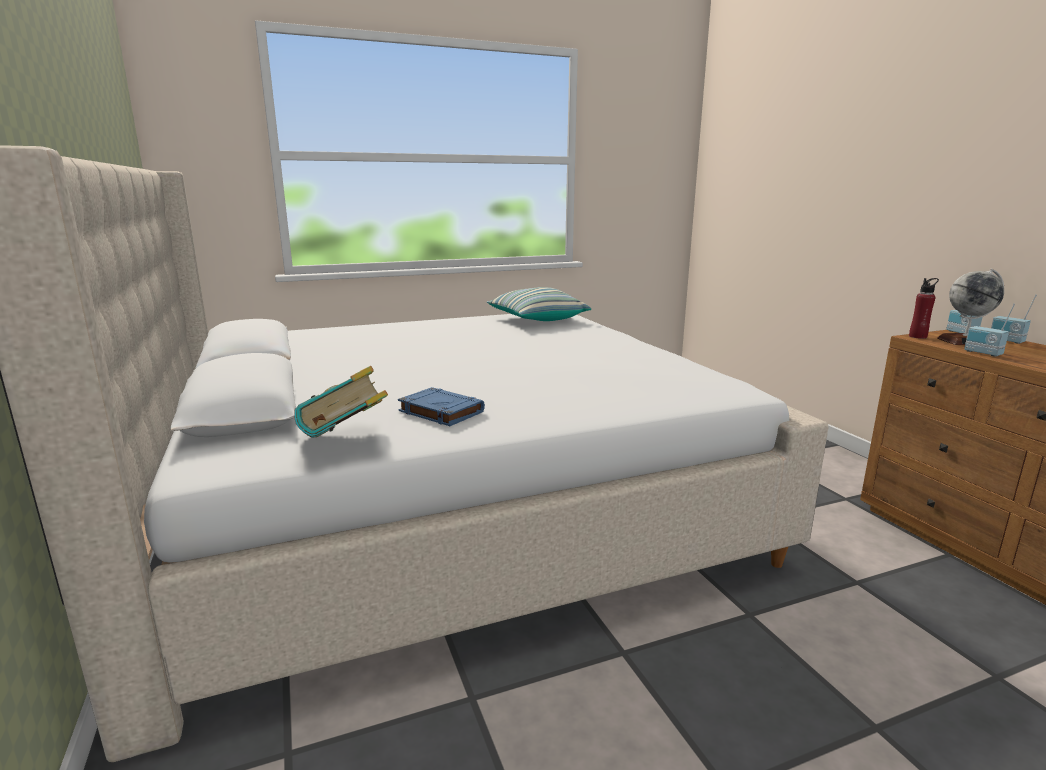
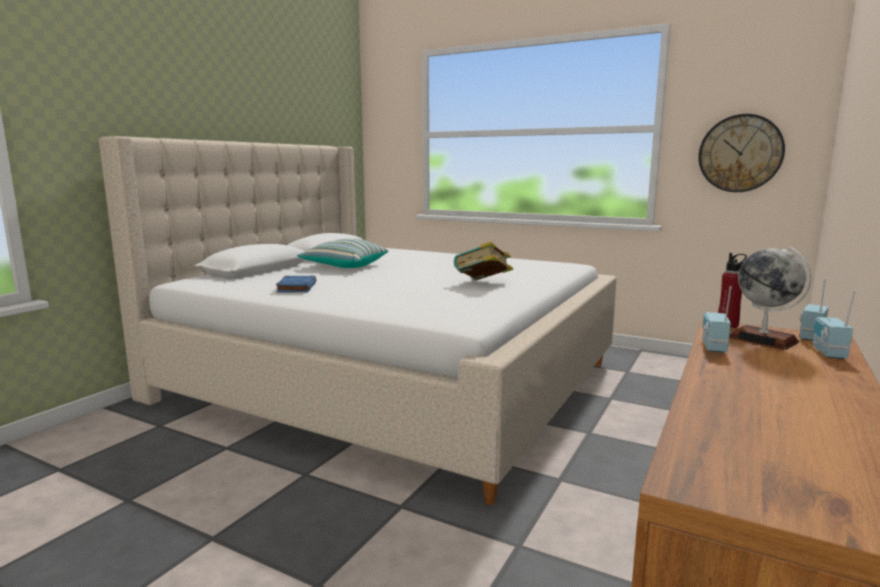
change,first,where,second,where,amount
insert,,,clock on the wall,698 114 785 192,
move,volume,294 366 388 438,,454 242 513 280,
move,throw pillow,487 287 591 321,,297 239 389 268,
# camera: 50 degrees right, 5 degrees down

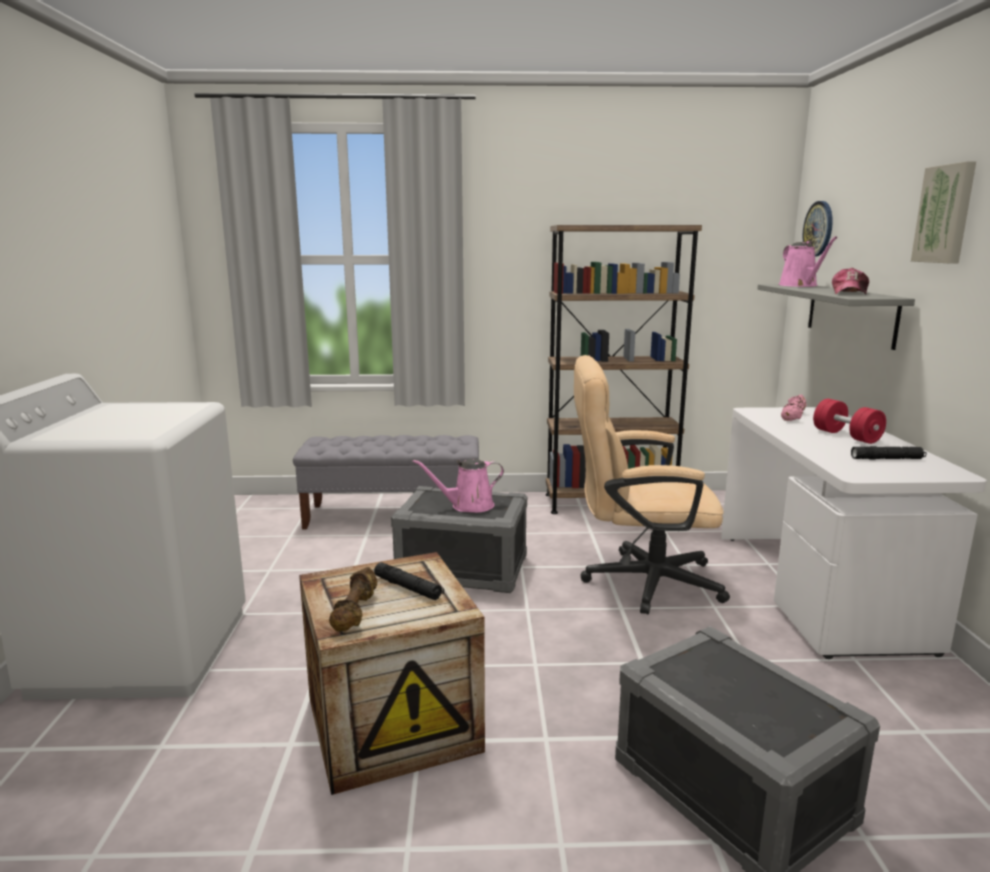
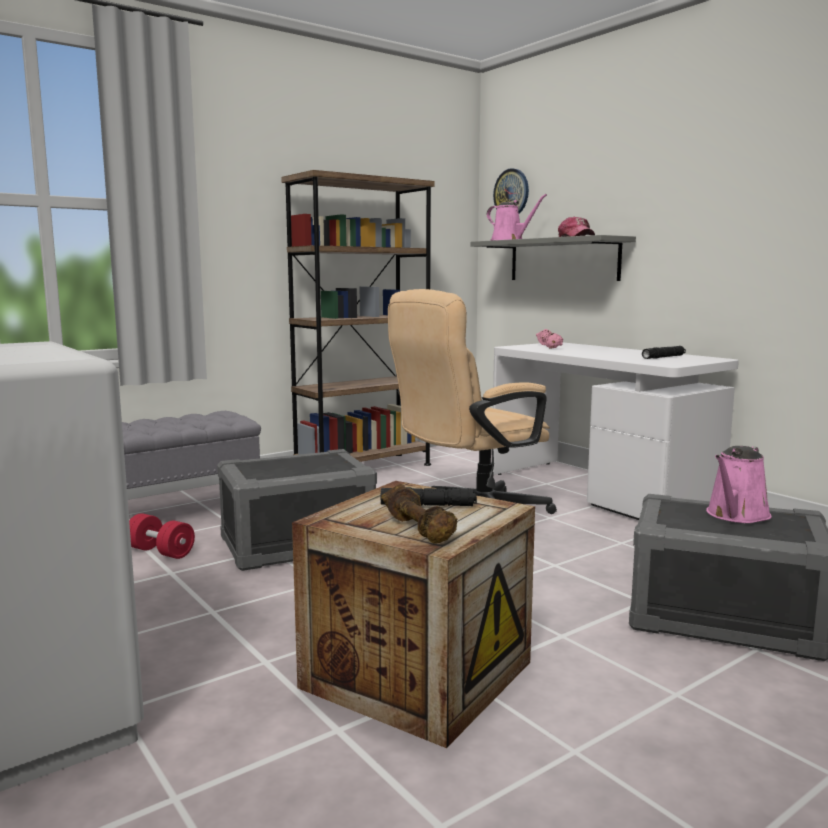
change,first,where,second,where,amount
delete,wall art,911 161 976 263,,,
move,watering can in pink,413 459 504 513,,706 446 772 523,
move,hand weight in reddish,813 399 886 444,,129 513 195 559,
# camera: 35 degrees left, 5 degrees down

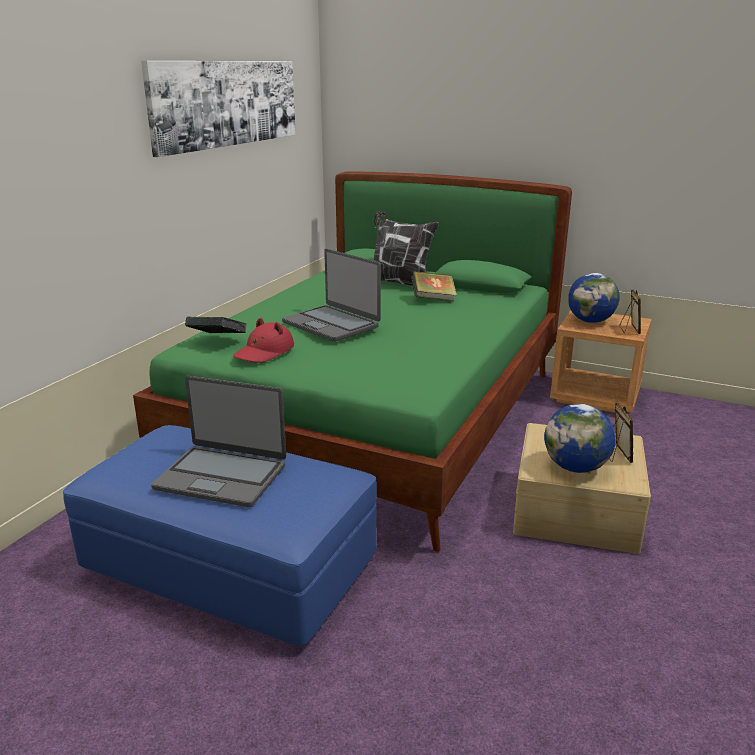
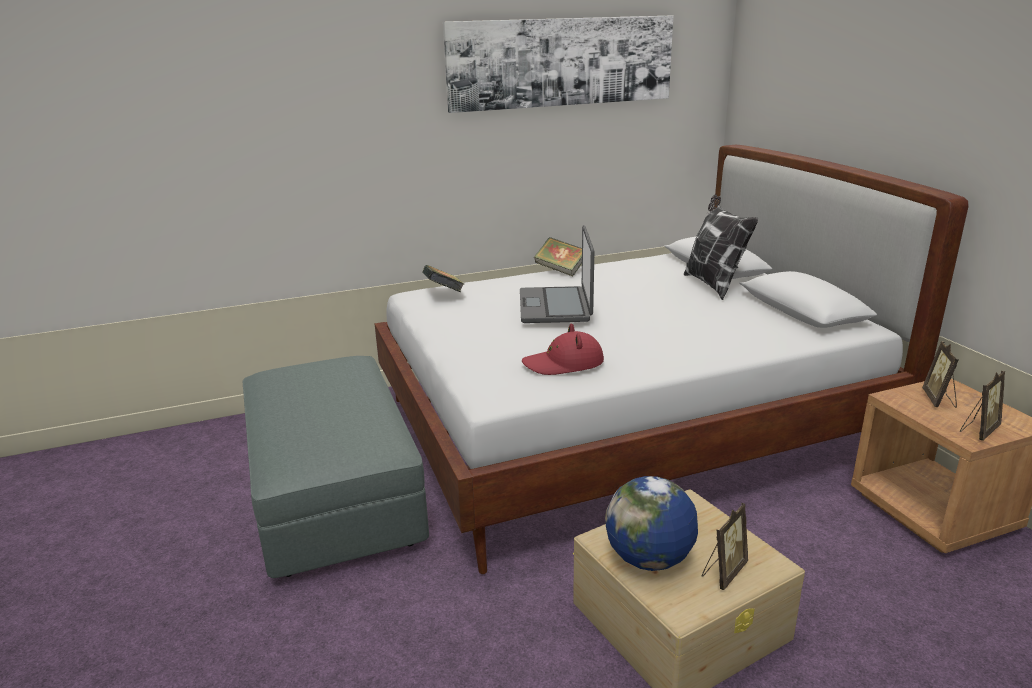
change,first,where,second,where,amount
delete,laptop,151 376 286 507,,,
move,clothing hat in reddish,233 318 294 363,,522 324 604 375,
move,volume,411 271 457 301,,534 237 582 276,
replace,globe,568 273 620 323,picture frame,922 341 958 408,
recolor,footrest in blue-coloured,63 425 377 646,footrest in grey,243 356 429 578,
recolor,bedroom bed in green,133 171 572 552,bedroom bed in whitish,374 145 969 574,
# camera: 45 degrees right, 0 degrees up

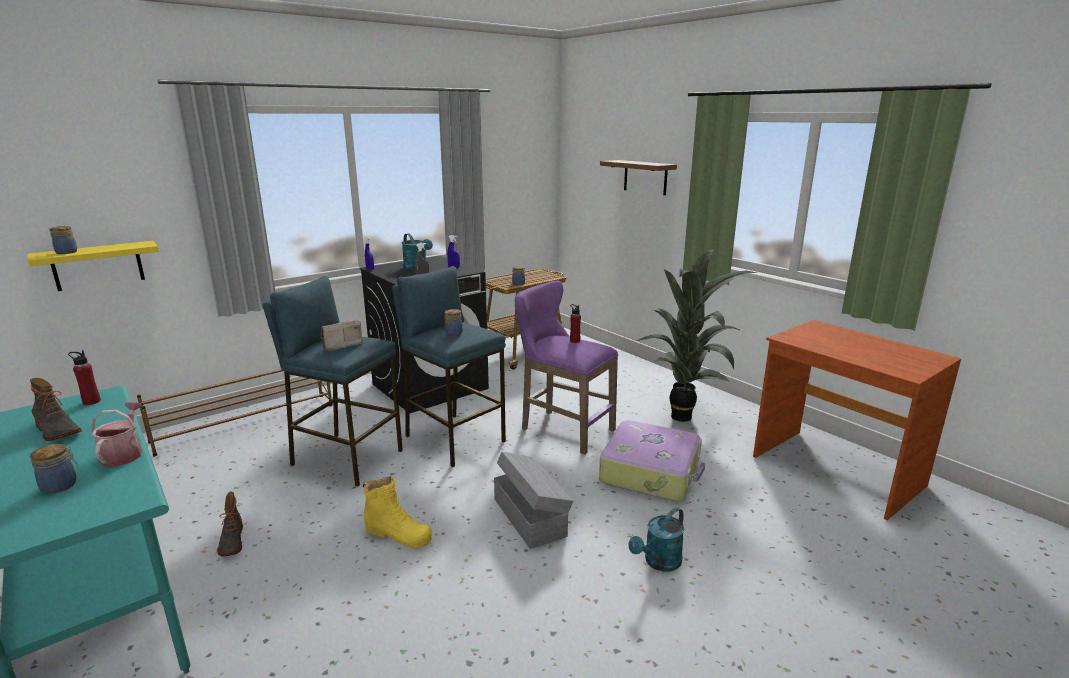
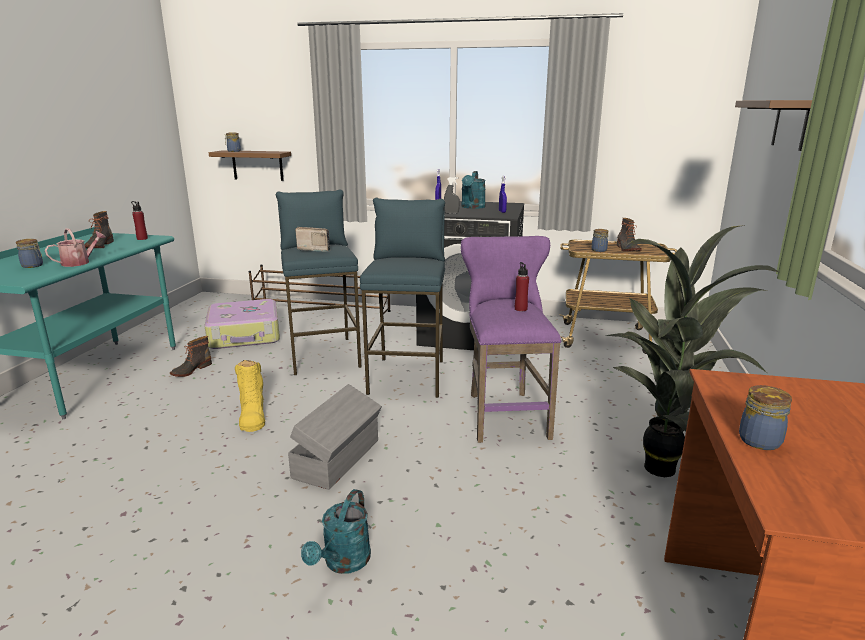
change,first,where,second,where,amount
insert,,,tall boot,617 218 642 251,
move,preserve jar,445 309 463 336,,739 385 792 450,
move,suitcase,599 420 705 501,,204 299 280 349,
recolor,shelf in yellowish,27 241 159 291,shelf in brownish,209 150 291 181,
rotate,watering can in turquoise,629 507 684 571,,301 489 371 574,75 degrees counterclockwise
# camera: 50 degrees right, 0 degrees up

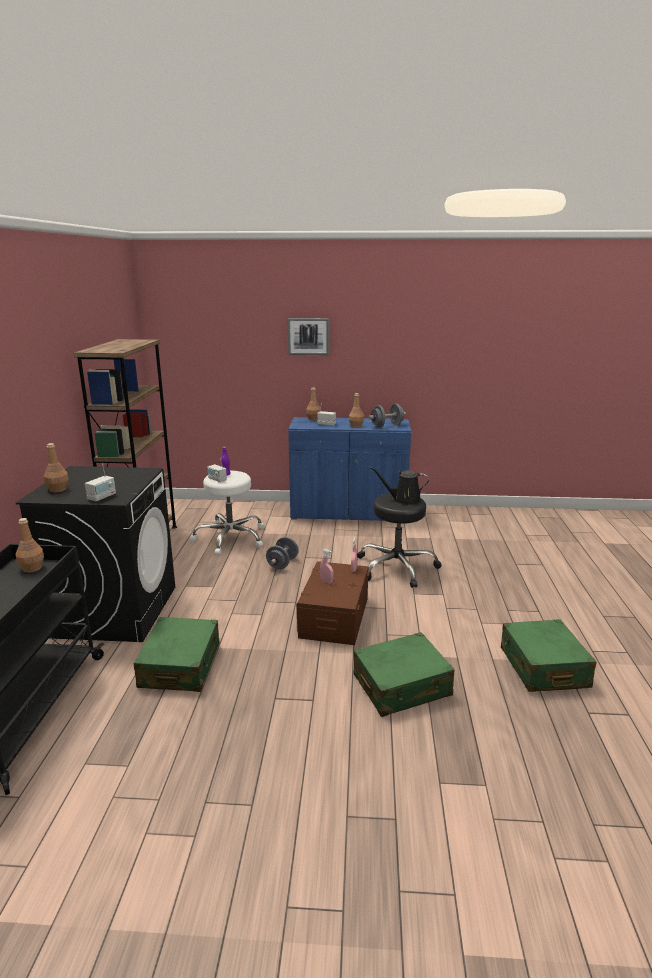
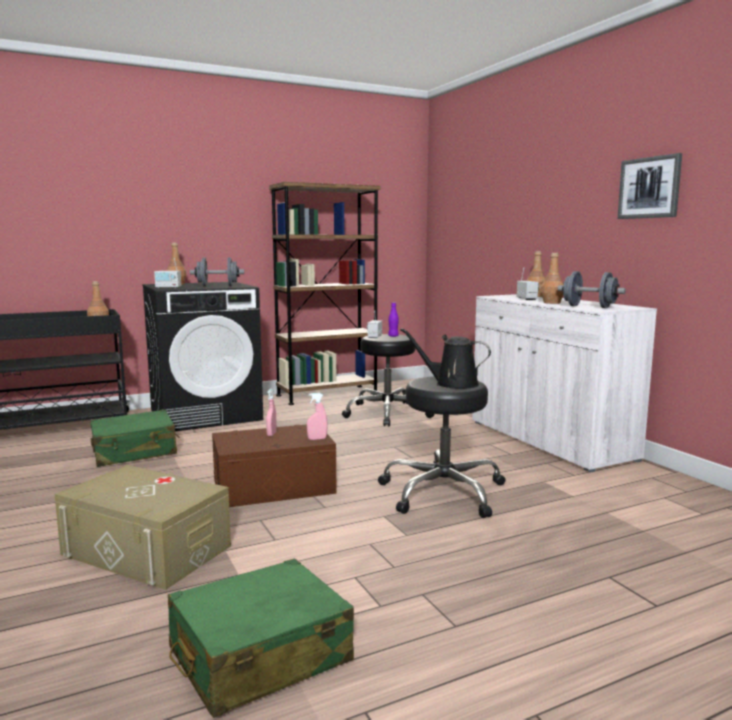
change,first,where,second,where,amount
move,hand weight in grey,266 537 299 569,,190 257 244 286,
move,wall art,287 318 329 355,,617 153 682 219,
replace,suitcase in green,354 632 455 717,storage bin in sand-coloured,54 465 231 590,
recolor,sitting stool in whitish,190 471 265 555,sitting stool in black,342 334 434 426,
recolor,cabinet in blue-coloured,288 417 411 521,cabinet in whitish,472 294 657 472,
rotate,watering can in black,370 467 429 505,,400 328 491 389,45 degrees counterclockwise
# camera: 60 degrees right, 10 degrees down

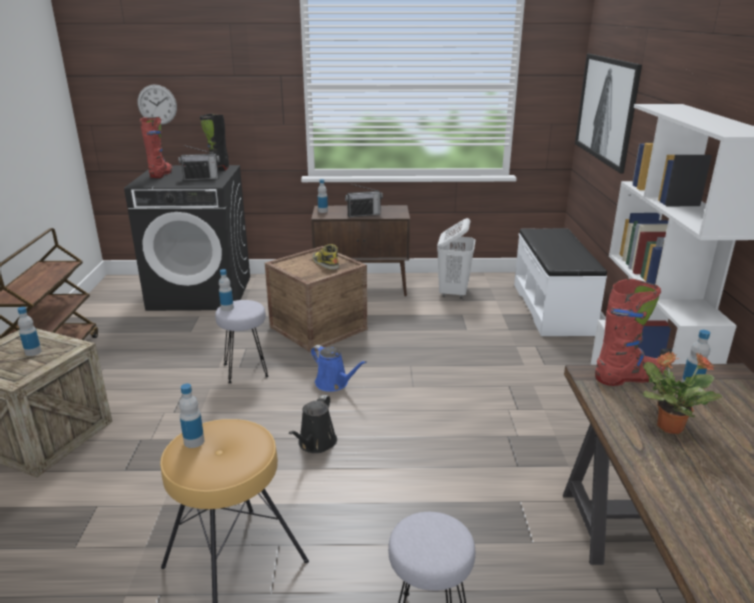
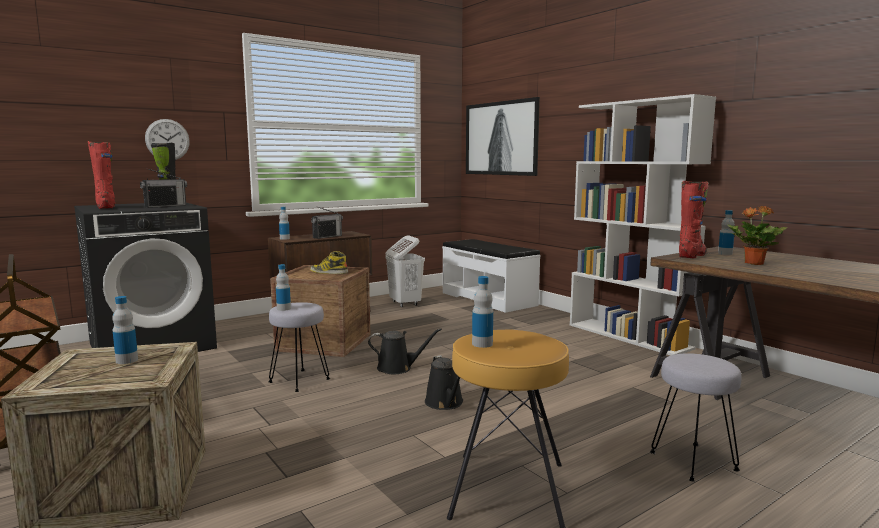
change,first,where,second,where,amount
move,clock on the wall,138 84 177 125,,145 119 190 160,
recolor,watering can in blue-coloured,311 345 367 392,watering can in black,368 328 442 374,
# camera: 35 degrees left, 15 degrees down

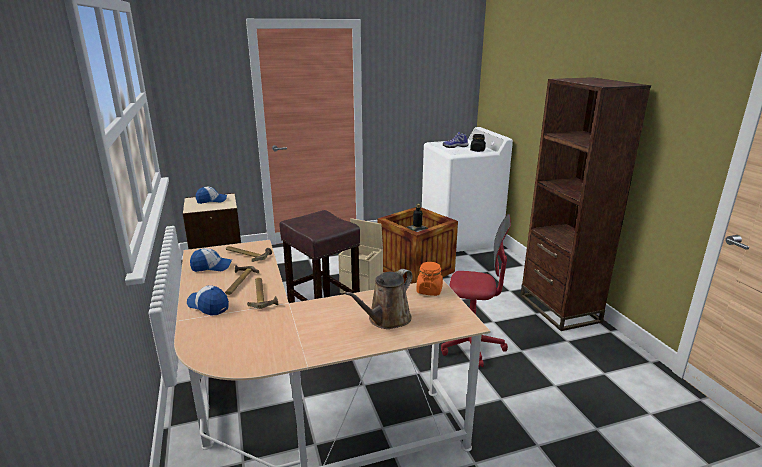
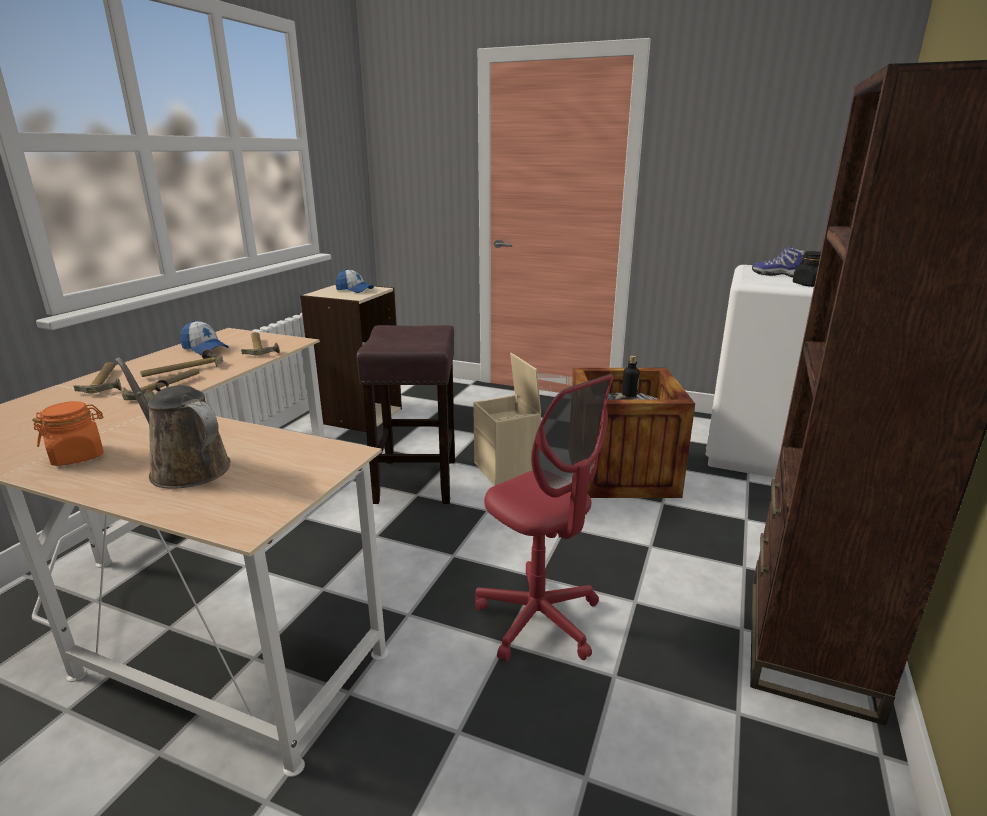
change,first,where,second,where,amount
move,preserve jar in orange-coloured,416 262 443 296,,32 401 104 466,
replace,baseball cap,187 285 229 315,tool hammer,74 362 122 393,
rotate,watering can in brownish,345 269 413 329,,115 357 230 489,45 degrees clockwise
# camera: 40 degrees right, 0 degrees up

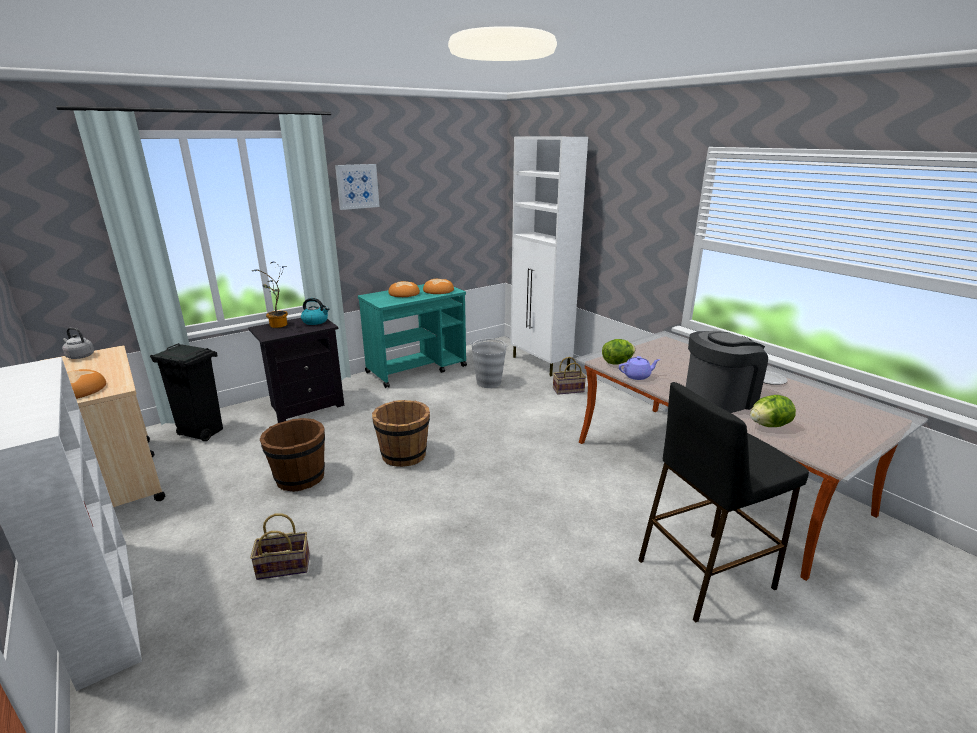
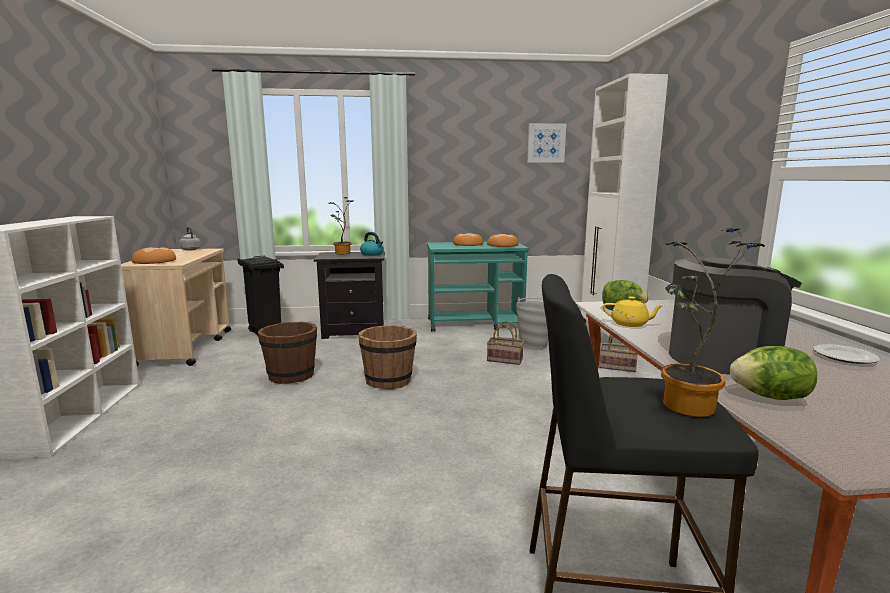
change,first,where,second,where,amount
insert,,,plant in a pot,661 228 765 417,
move,household basket,250 513 310 580,,487 321 524 365,
move,wall art,335 164 380 210,,527 123 566 163,
recolor,teapot in purple-coloured,619 356 660 380,teapot in yellowish,603 296 665 327,
# camera: 30 degrees right, 10 degrees down

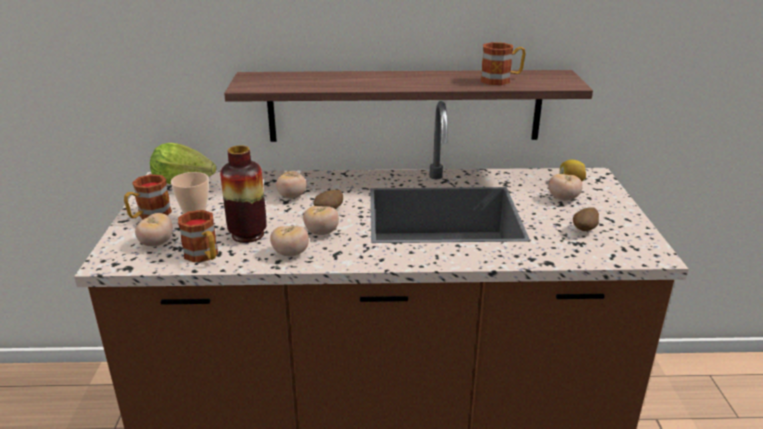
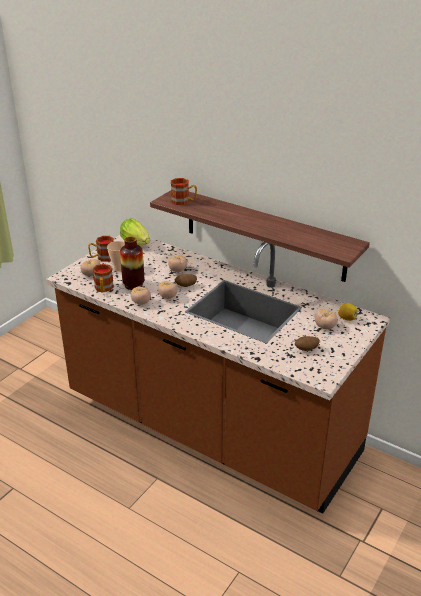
change,first,where,second,where,amount
move,tea mug,481 42 526 85,,171 178 197 205,
# camera: 35 degrees right, 5 degrees up

